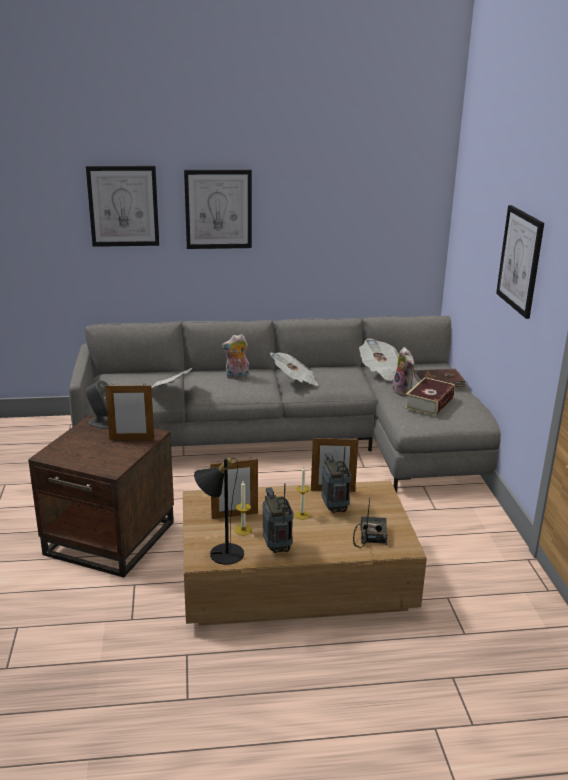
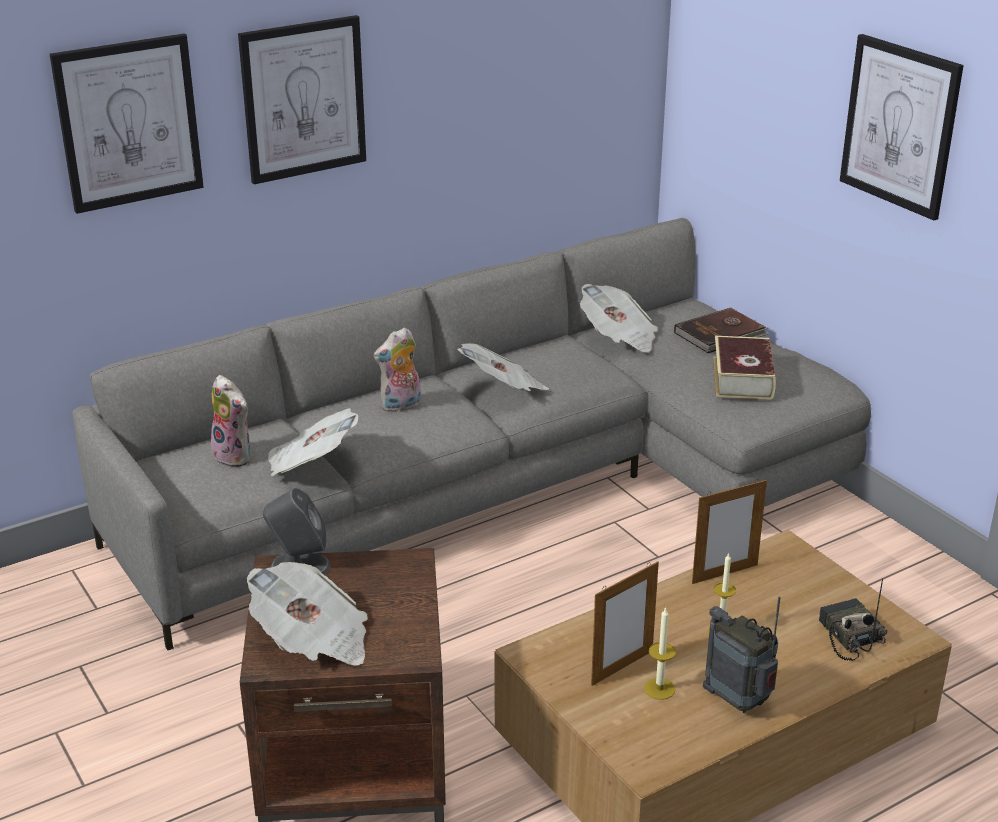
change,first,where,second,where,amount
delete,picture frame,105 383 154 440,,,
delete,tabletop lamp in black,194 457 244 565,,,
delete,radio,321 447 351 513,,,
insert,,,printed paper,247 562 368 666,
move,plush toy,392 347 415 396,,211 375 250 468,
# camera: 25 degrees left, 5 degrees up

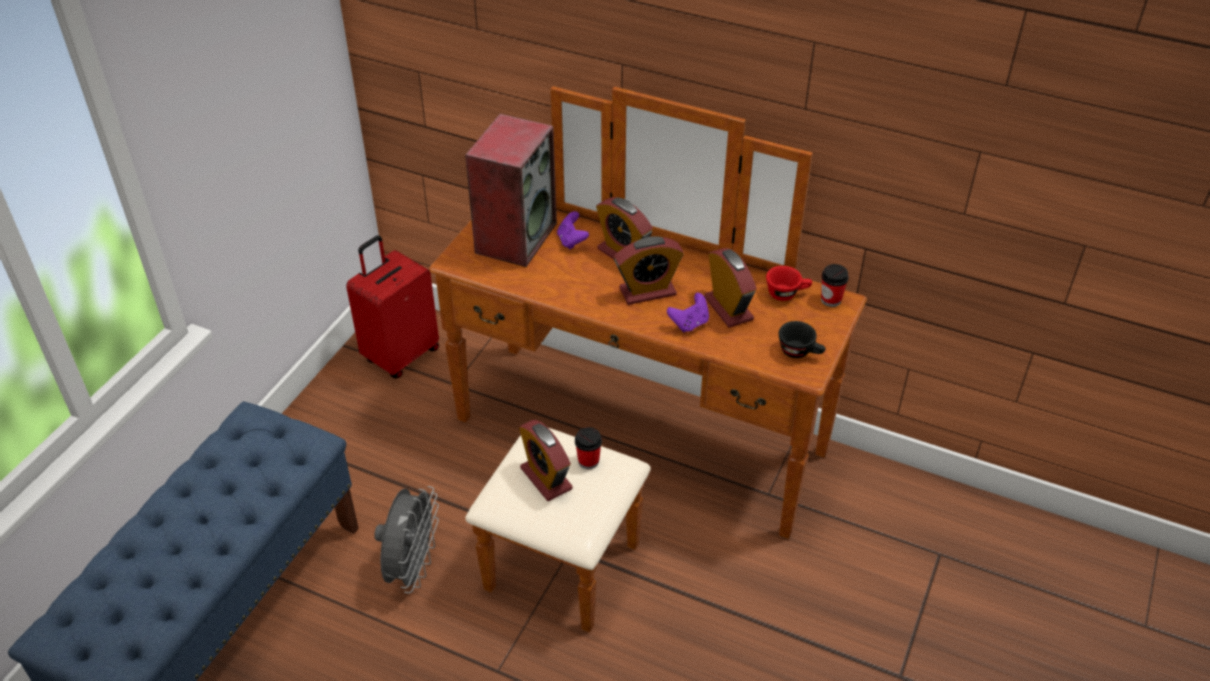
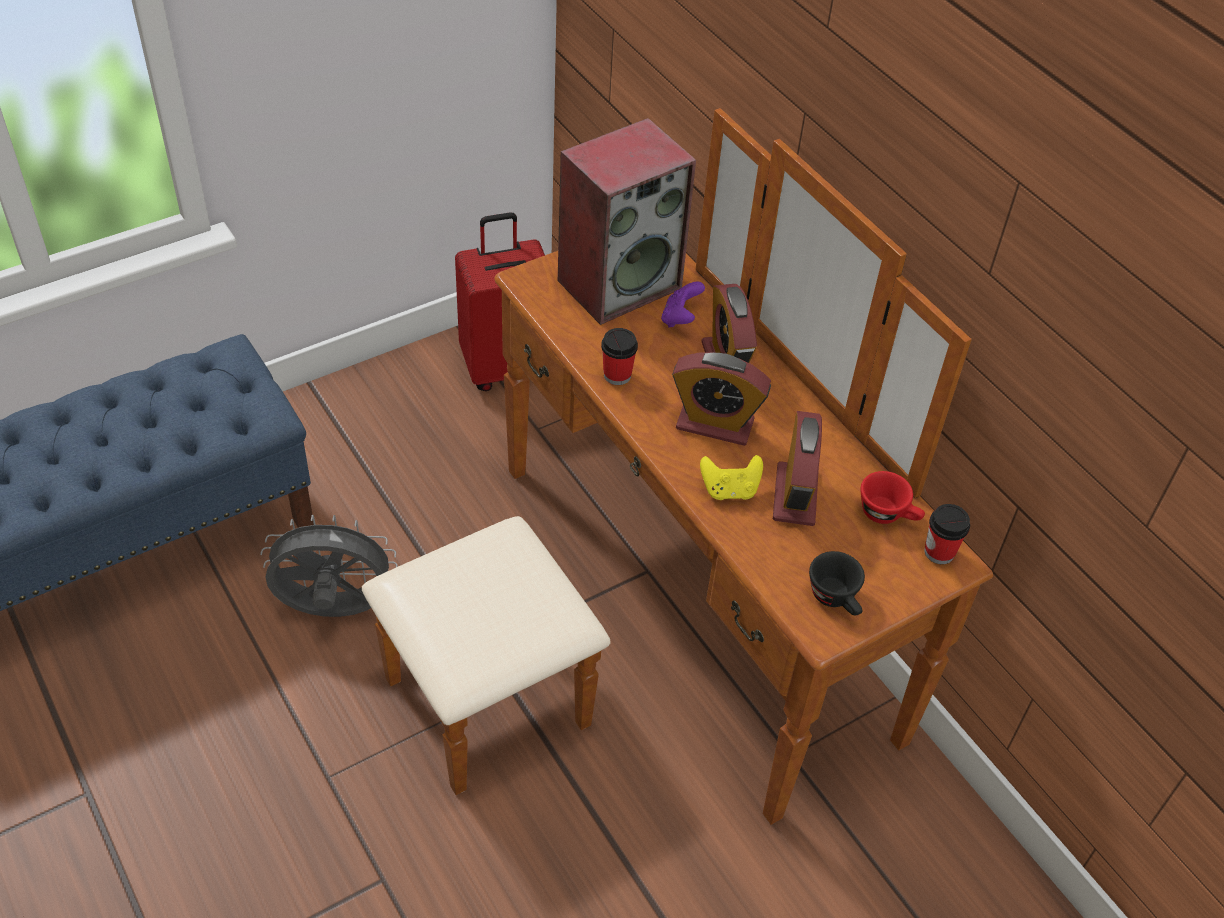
change,first,where,second,where,amount
delete,alarm clock,519 420 573 501,,,
move,small cup,575 427 602 469,,601 328 638 385,
recolor,joypad in purple-coloured,667 293 709 332,joypad in yellowish,700 455 763 500,
rotate,electric fan in grey,374 486 439 593,,260 515 398 617,135 degrees counterclockwise
# camera: 30 degrees right, 5 degrees up

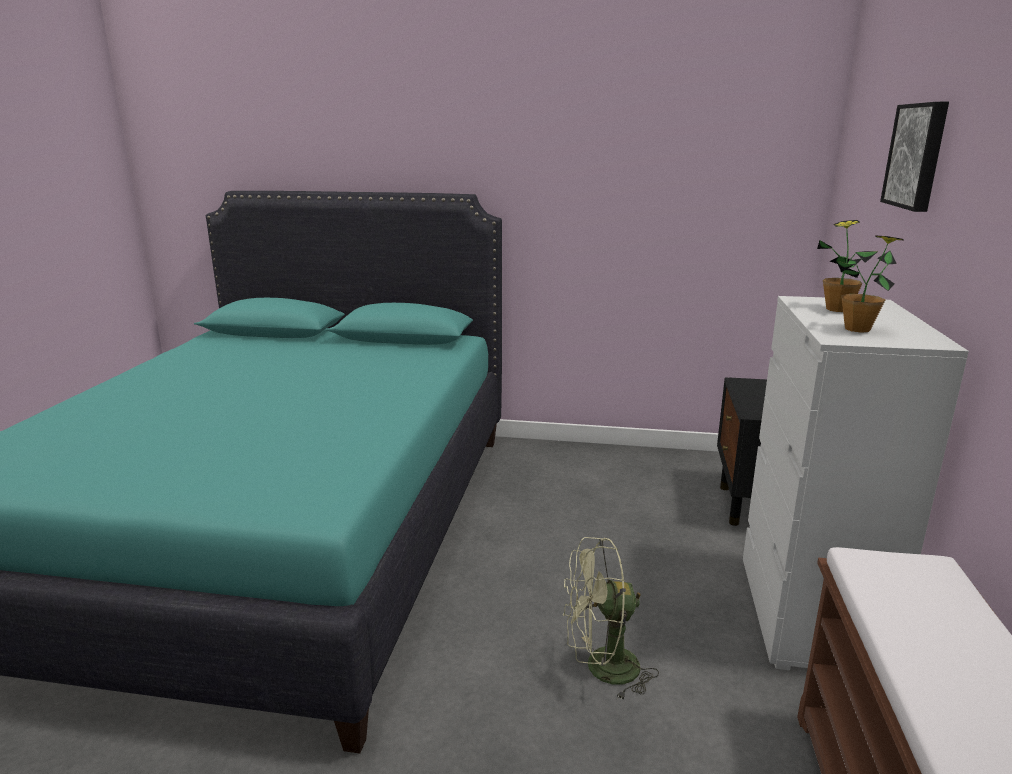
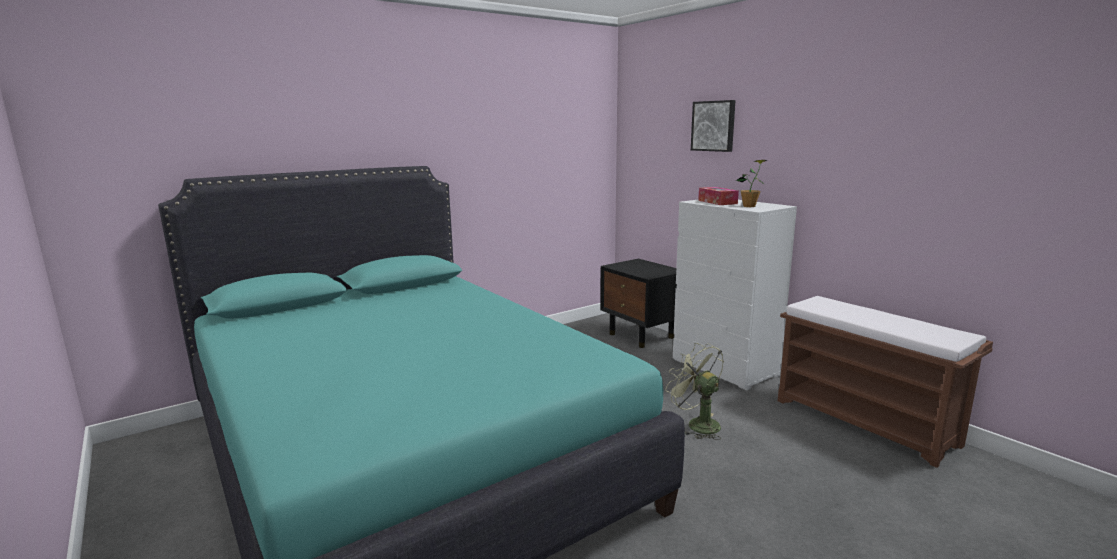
change,first,where,second,where,amount
replace,plant in a pot,817 220 878 312,tissue box,698 187 739 205,
rotate,electric fan in green,563 537 659 701,,666 343 724 440,105 degrees clockwise
# camera: 45 degrees left, 5 degrees down

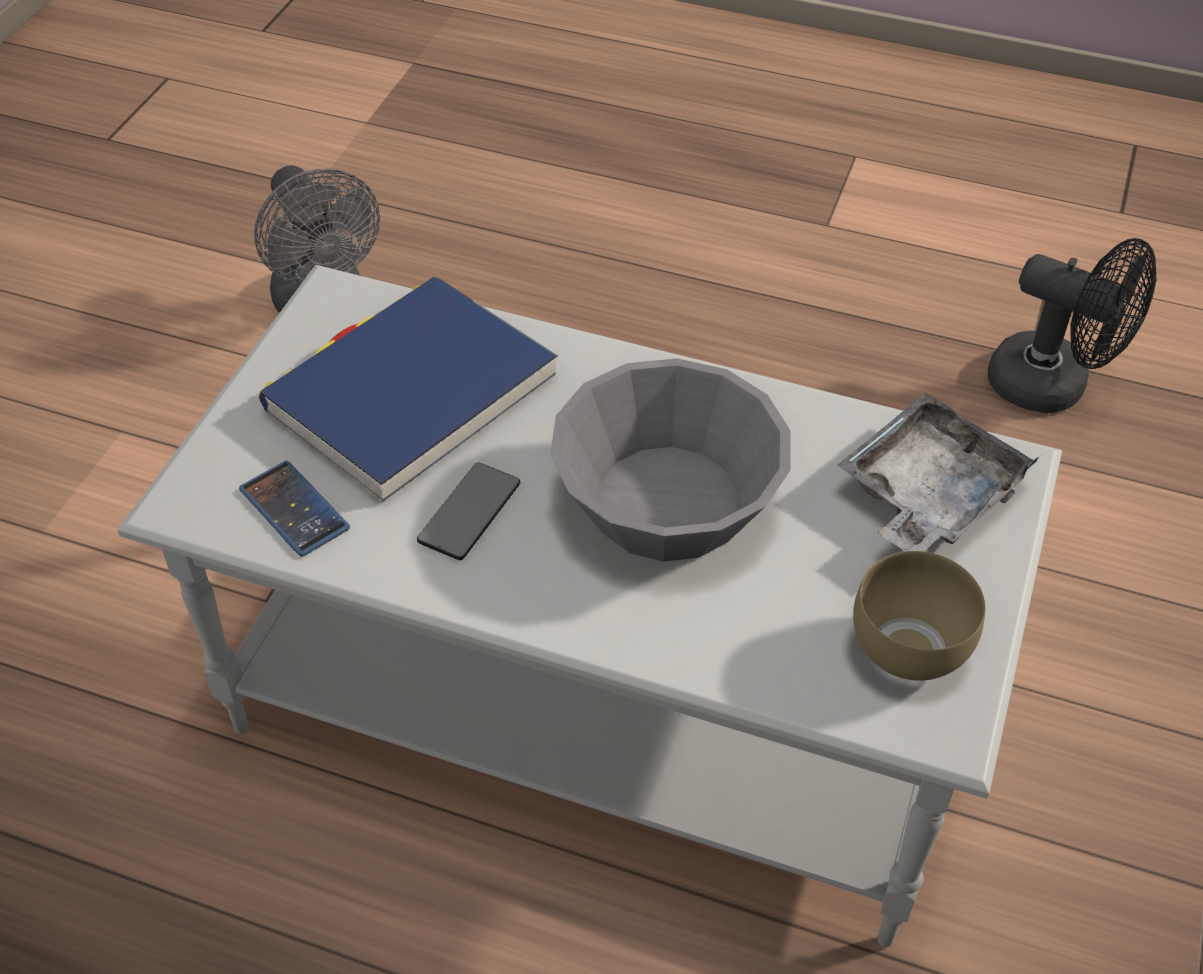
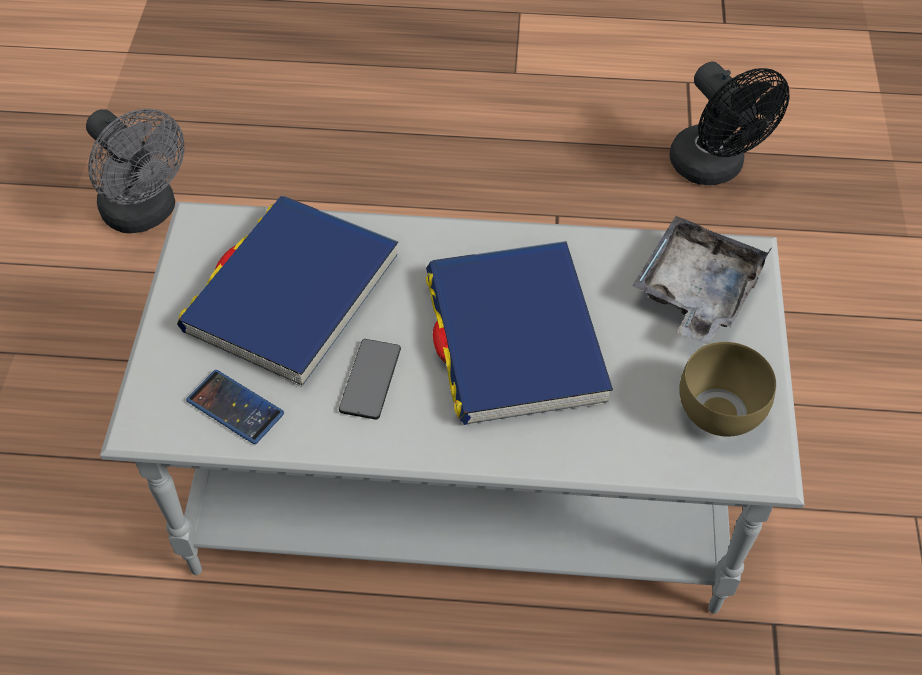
change,first,where,second,where,amount
replace,bowl in grey,550 358 791 562,volume in blue-coloured,426 241 613 425,
rotate,electric fan in black,988 238 1156 413,,669 62 790 185,45 degrees clockwise
# camera: 15 degrees left, 5 degrees up

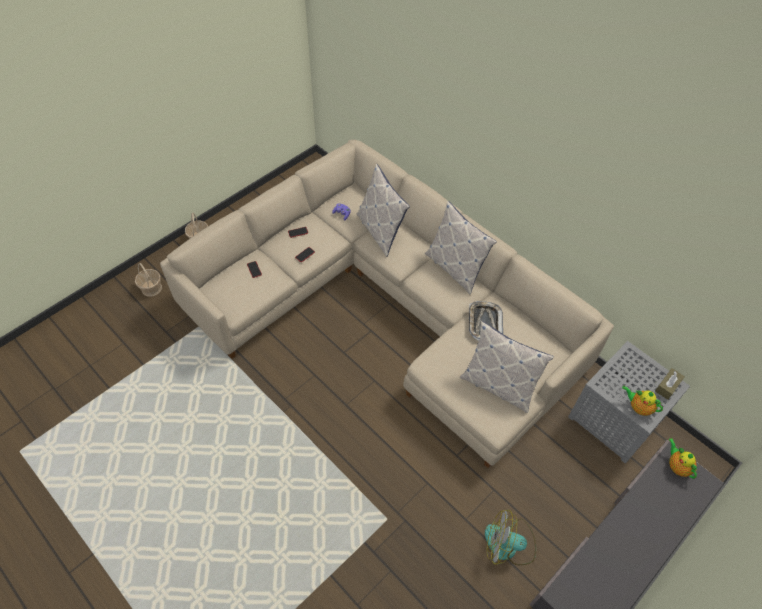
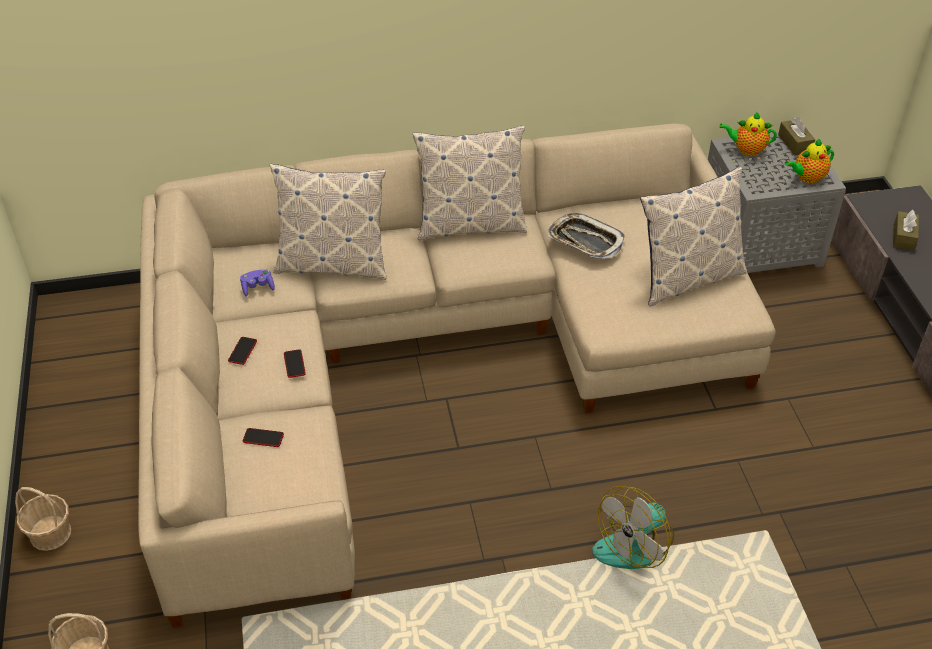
change,first,where,second,where,amount
insert,,,tissue box in brownish,893 210 919 251,
move,electric fan,485 510 536 565,,592 486 674 569,
move,teapot,668 438 697 479,,719 111 777 156,
# camera: 55 degrees left, 10 degrees down

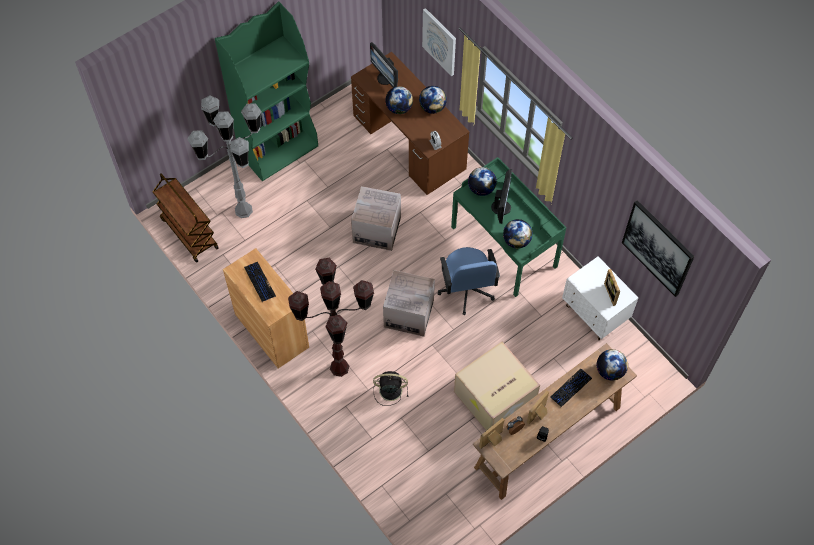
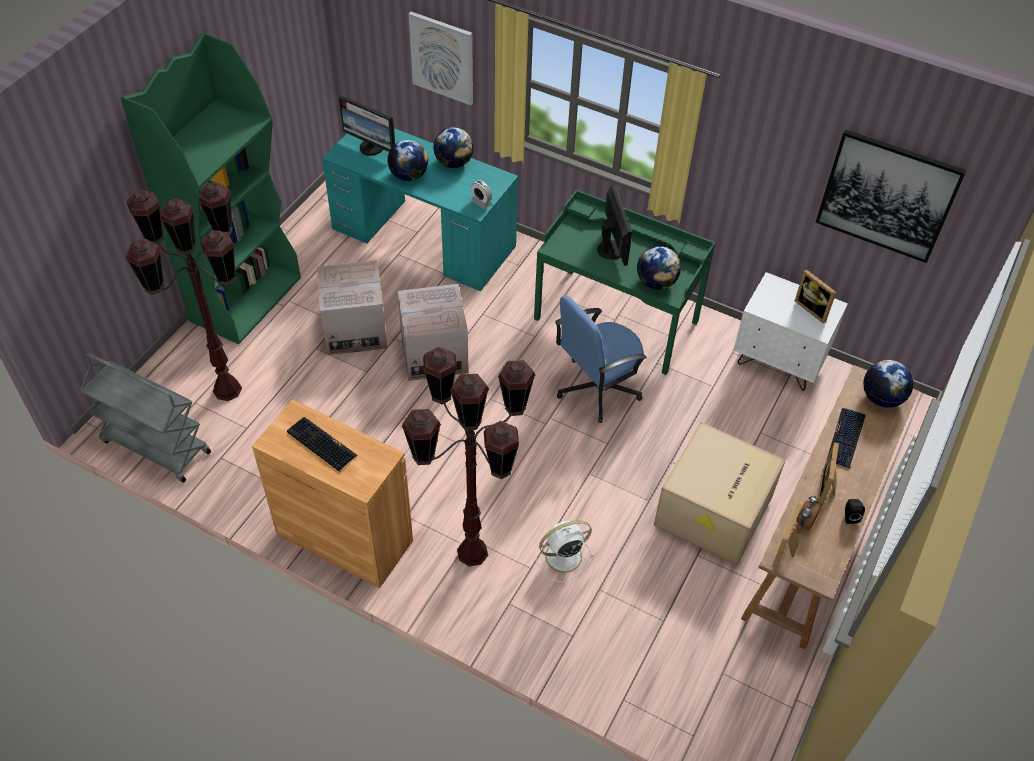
change,first,where,second,where,amount
delete,globe,468 167 497 196,,,
move,packing box,383 270 435 337,,317 260 387 355,
recolor,wheeled cart in brownish,153 173 219 263,wheeled cart in grey,80 353 211 483,
recolor,floor lamp in grey,187 96 262 218,floor lamp in brownish,126 182 242 401,
recolor,desk in brownish,351 52 469 195,desk in turquoise,322 128 518 291,
recolor,electric fan in black,373 371 408 406,electric fan in whitish,536 520 594 582,
rotate,computer chair in blue-coloured,438 247 500 315,,555 295 647 423,90 degrees clockwise
# camera: 25 degrees left, 10 degrees down

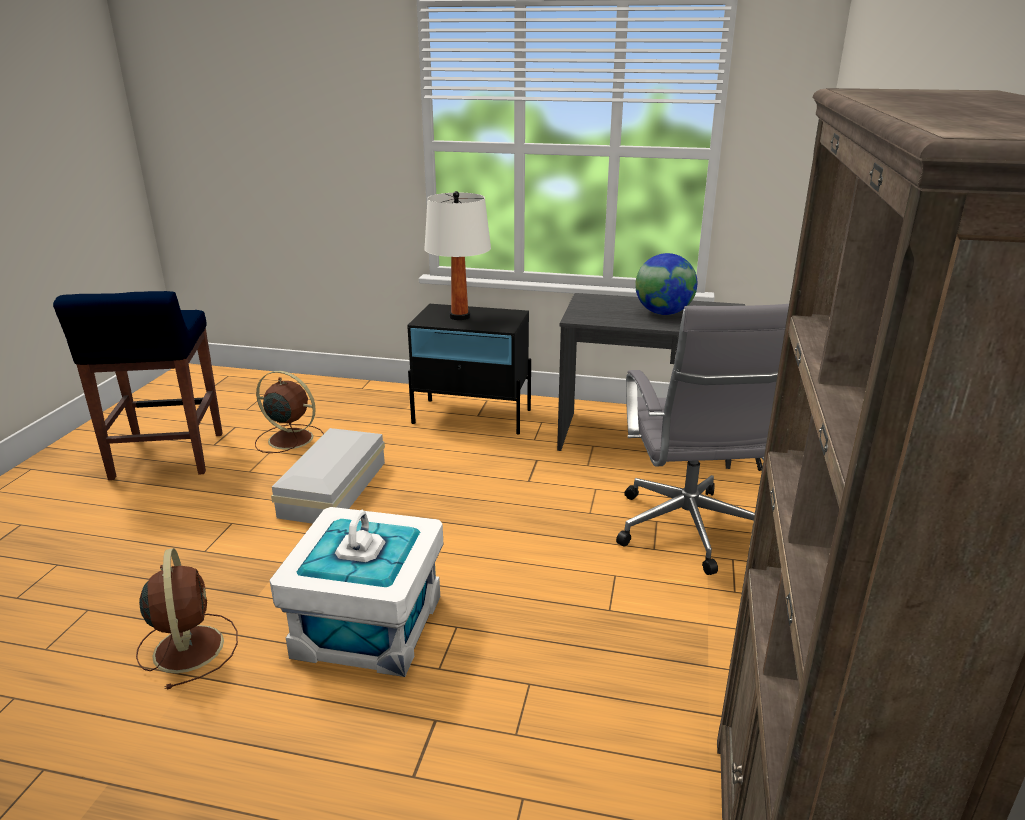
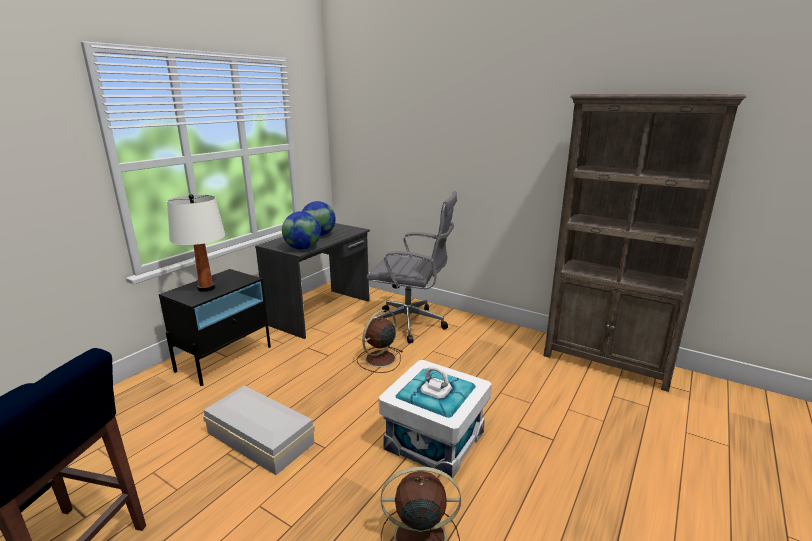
change,first,where,second,where,amount
insert,,,globe,282 211 321 250,
move,electric fan in brownish,255 371 324 453,,357 310 403 373,
# camera: 70 degrees left, 5 degrees down

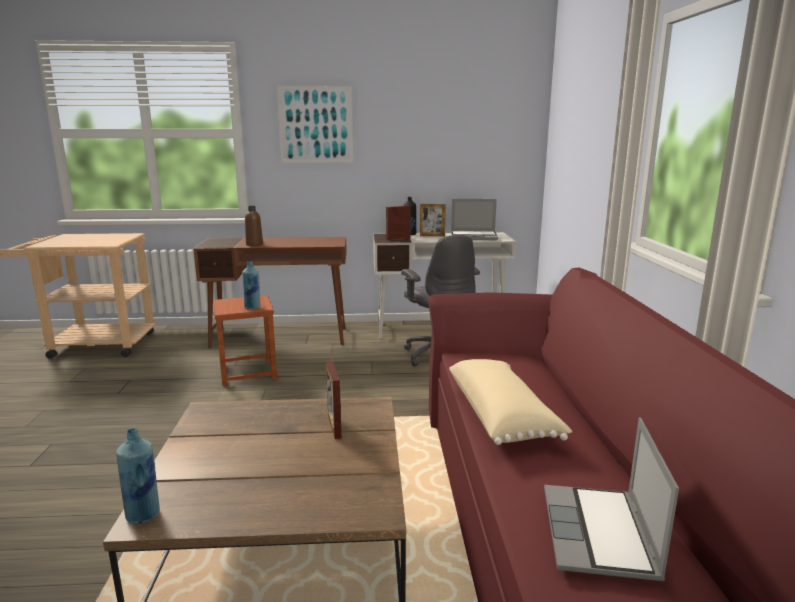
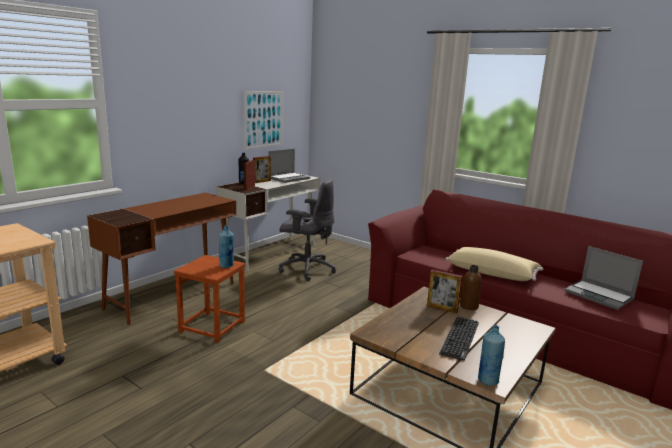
change,first,where,second,where,amount
insert,,,keyboard,439 317 479 361,
move,bottle in brownish,245 206 263 246,,460 265 481 310,
move,wall art,277 86 353 163,,243 91 284 150,
# camera: 50 degrees left, 0 degrees up

